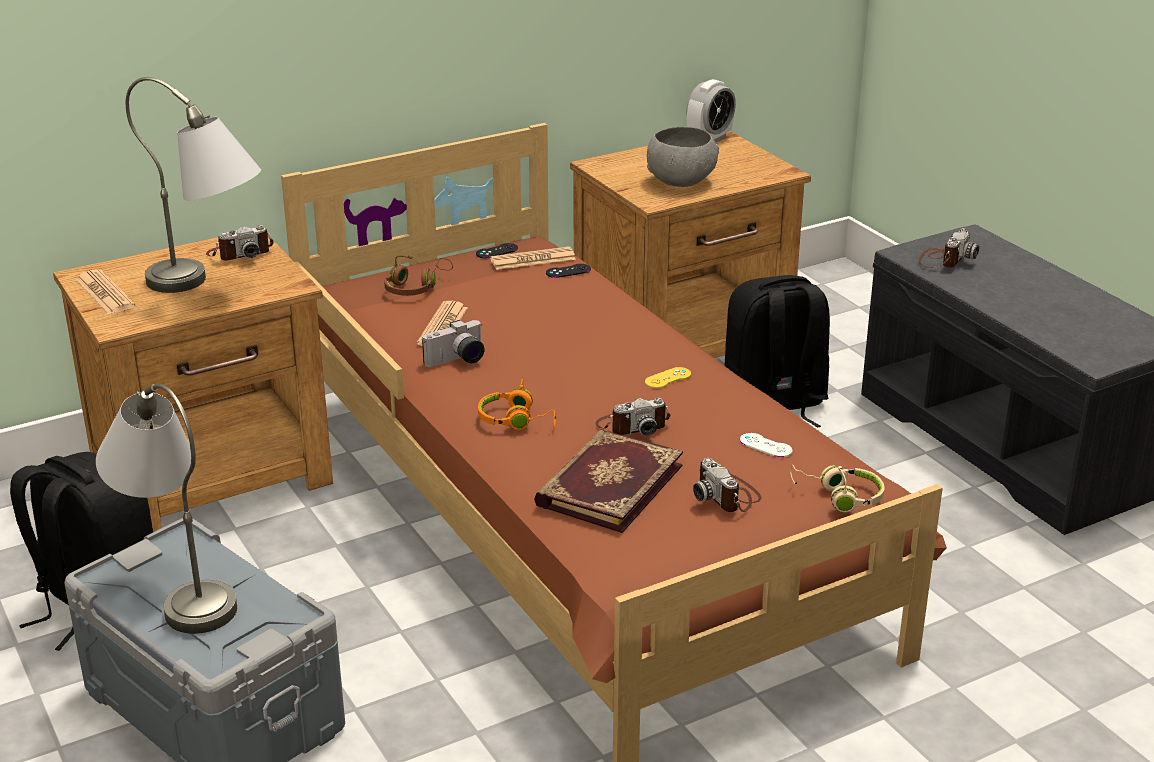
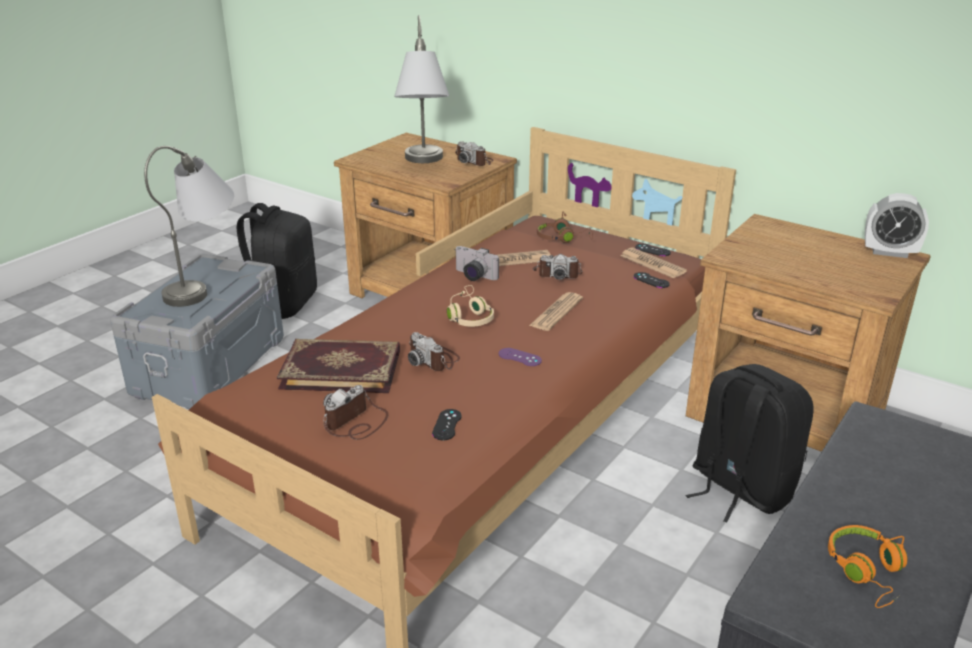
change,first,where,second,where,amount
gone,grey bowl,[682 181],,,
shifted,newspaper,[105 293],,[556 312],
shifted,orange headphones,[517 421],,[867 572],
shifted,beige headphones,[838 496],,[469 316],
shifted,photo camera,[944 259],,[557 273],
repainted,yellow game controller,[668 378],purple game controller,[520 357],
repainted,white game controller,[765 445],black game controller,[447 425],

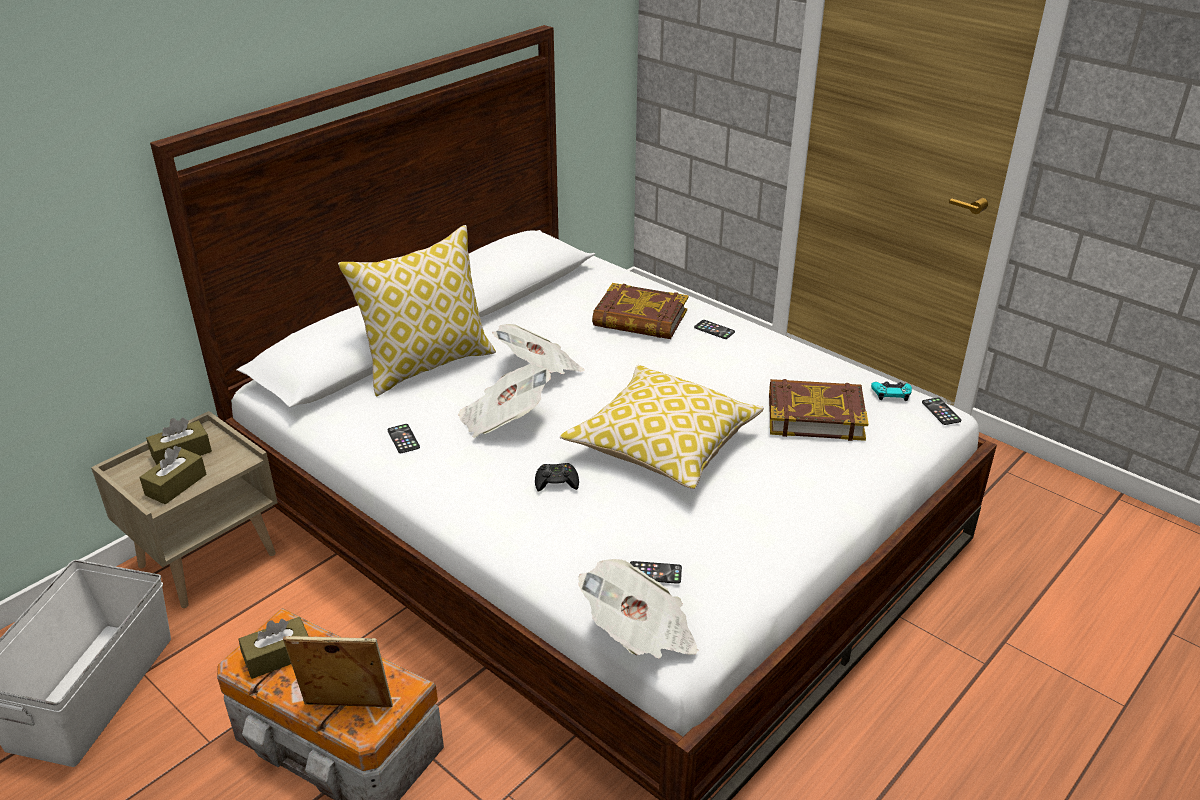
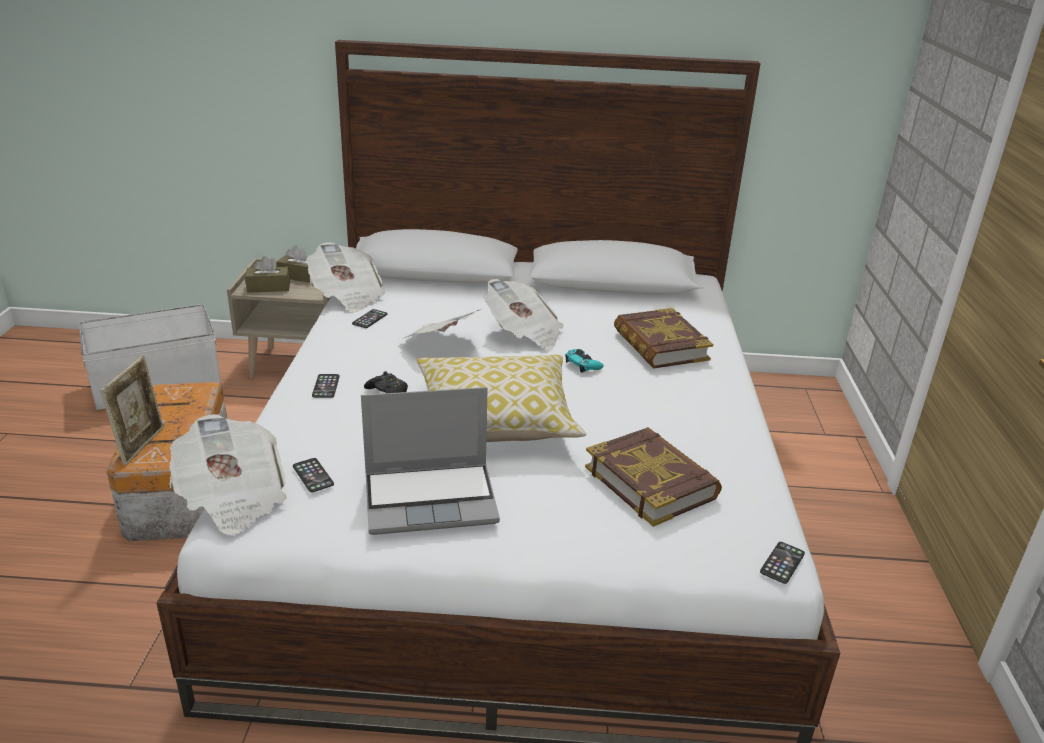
change,first,where,second,where,amount
gone,brown tissue box,[278 656],,,
gone,pillow,[427 364],,,
new,,,newspaper,[347 296],
new,,,laptop,[432 498],
shifted,phone,[714 330],,[326 386],
shifted,turquoise game controller,[891 393],,[582 364],
rotated,picture frame,[346 708],,[141 445],45 degrees clockwise

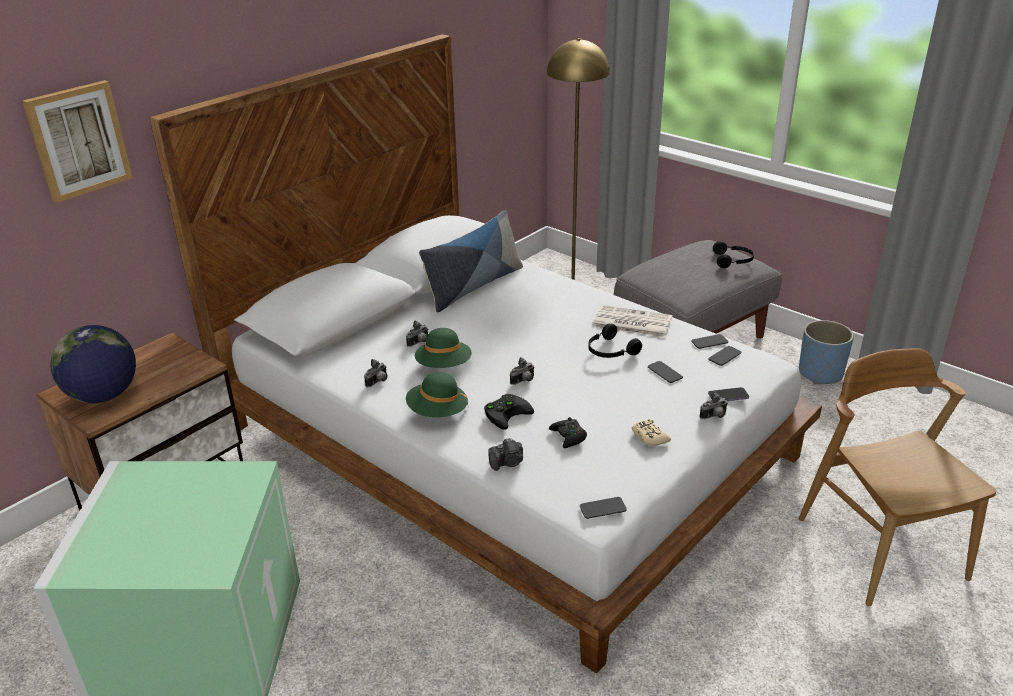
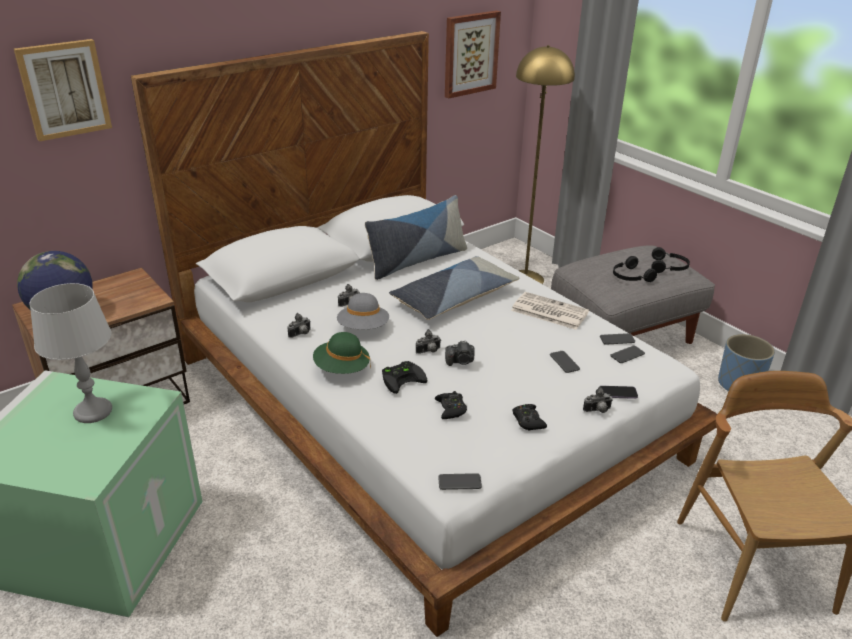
change,first,where,second,where,amount
new,,,grey table lamp,[93 412],
new,,,pillow,[454 298],
new,,,picture,[470 53],
shifted,photo camera,[507 463],,[460 361],
shifted,black headphones,[610 351],,[630 277],
repainted,green hat,[444 366],grey hat,[363 328],
repainted,beige game controller,[649 437],black game controller,[528 421],

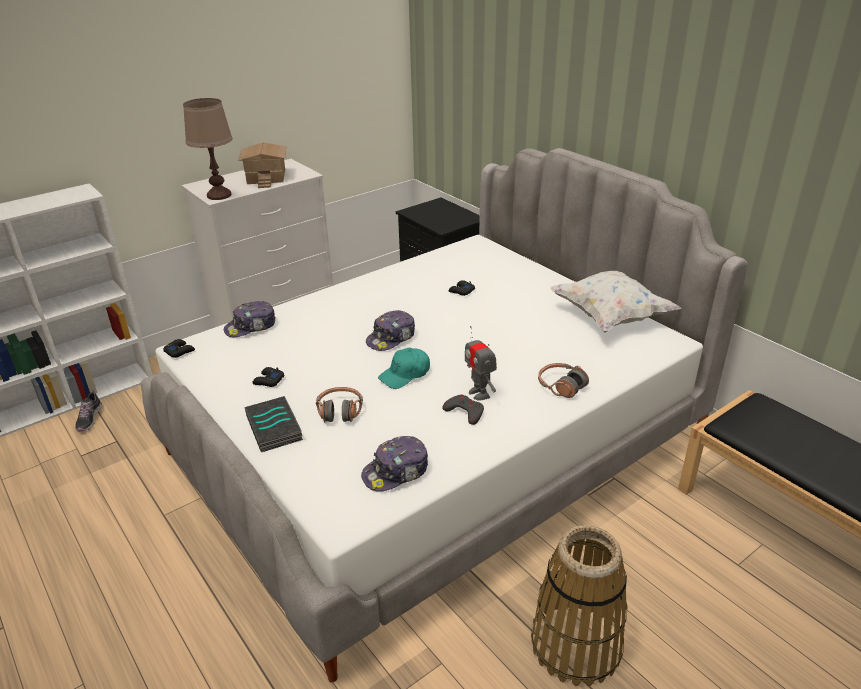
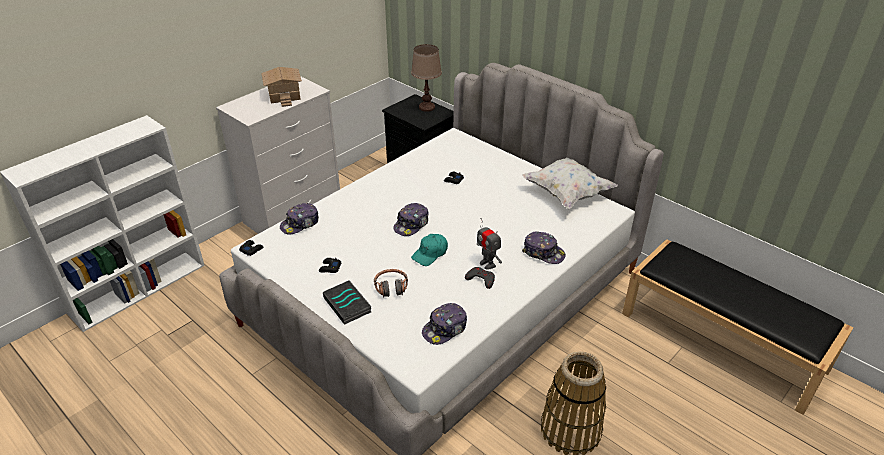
change,first,where,second,where,amount
gone,shoe,[89 419],,,
shifted,brown table lamp,[219 195],,[426 107],
swapped,headphones,[561 386],cap,[543 253],

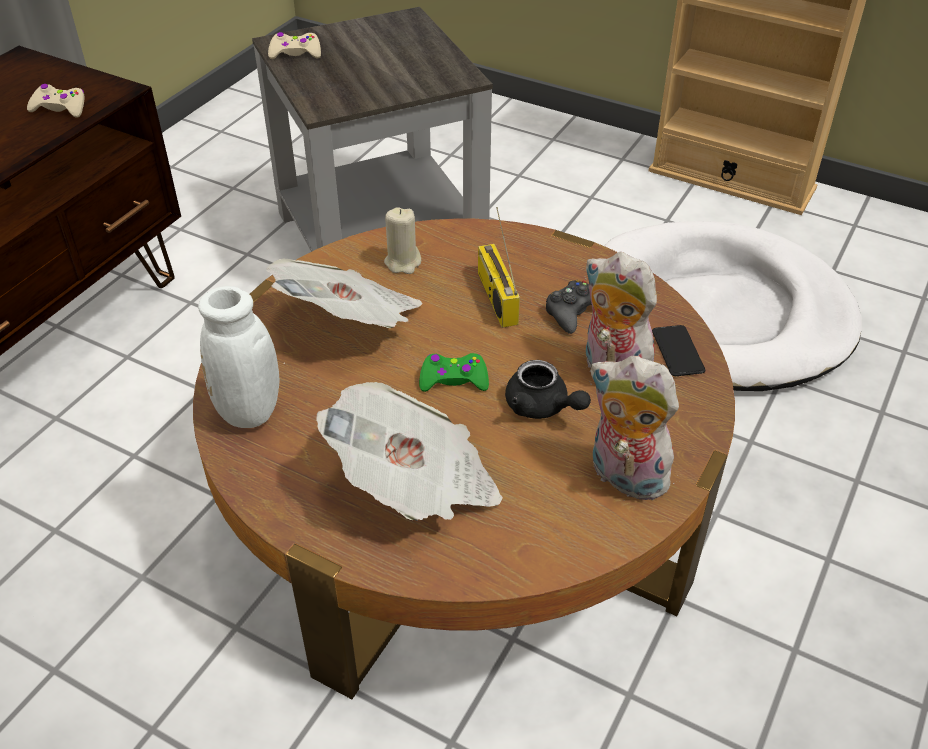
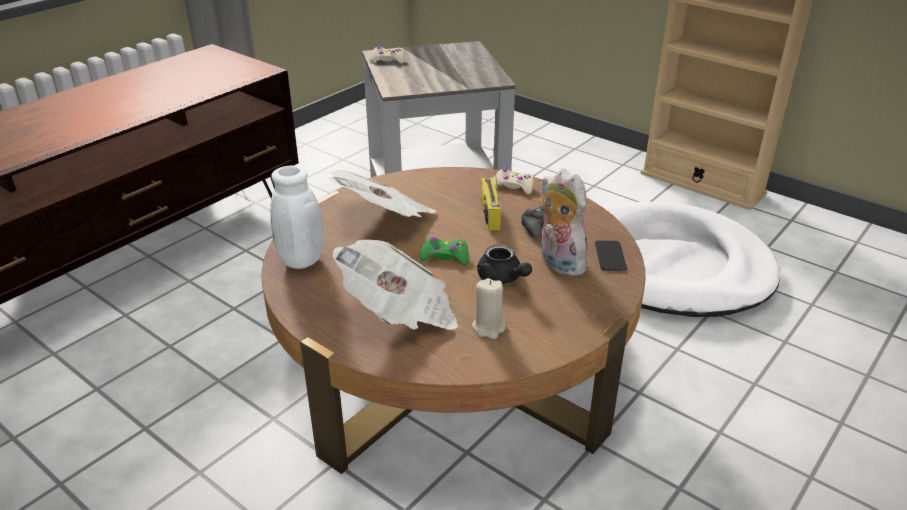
change,first,where,second,where,amount
gone,plush toy,[623 477],,,
shifted,beige game controller,[60 108],,[513 186],
shifted,beige candle,[403 262],,[489 327],

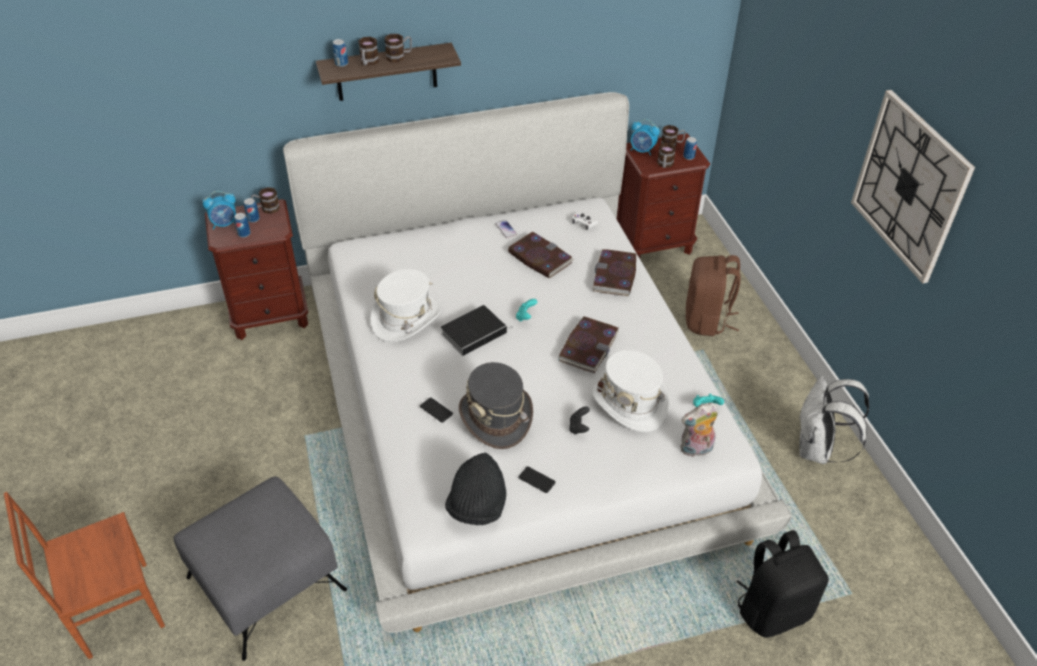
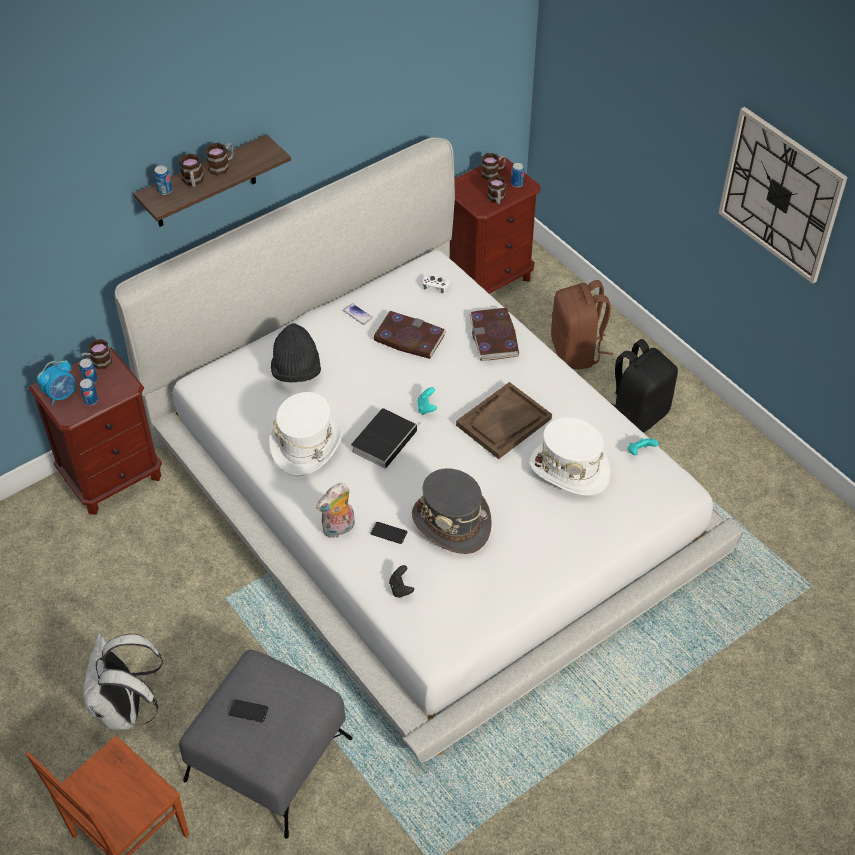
change,first,where,second,where,amount
gone,alarm clock,[642 151],,,
shifted,black hat,[477 506],,[296 371],
shifted,phone,[536 480],,[248 711],
shifted,black game controller,[579 427],,[401 588],
shifted,plush toy,[696 450],,[339 529],
shifted,black backpack,[773 609],,[637 414],
shifted,white backpack,[817 450],,[126 710],
swapped,book,[588 346],brown tray,[503 422],

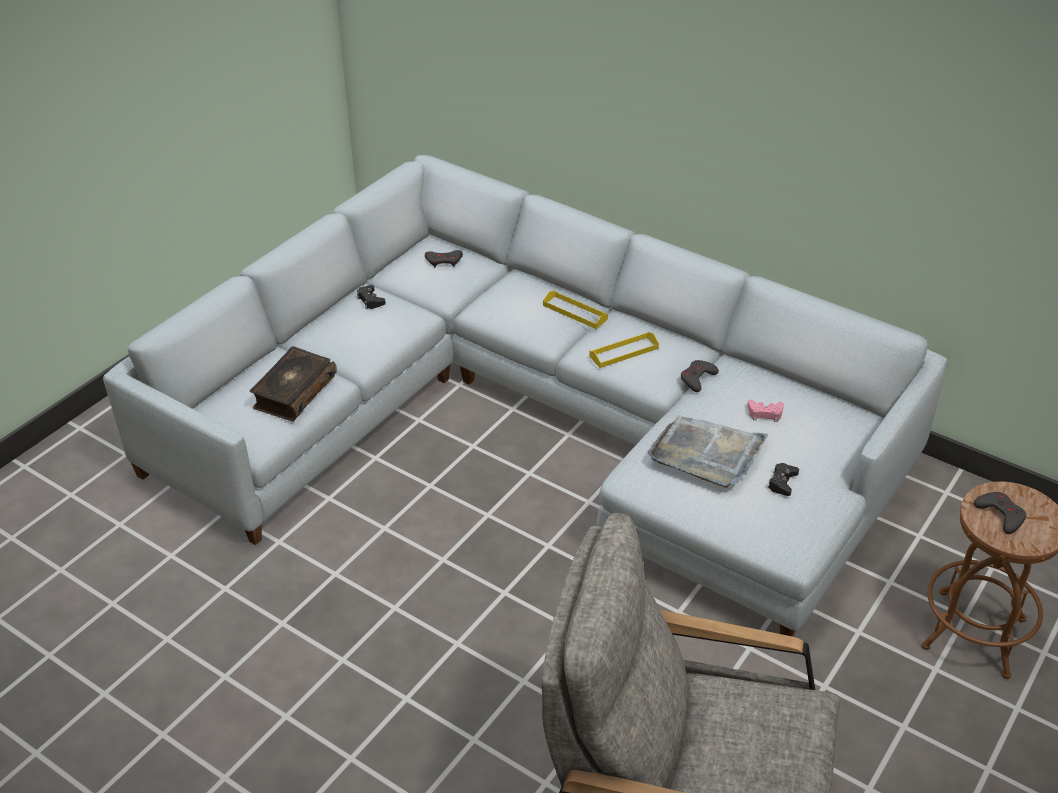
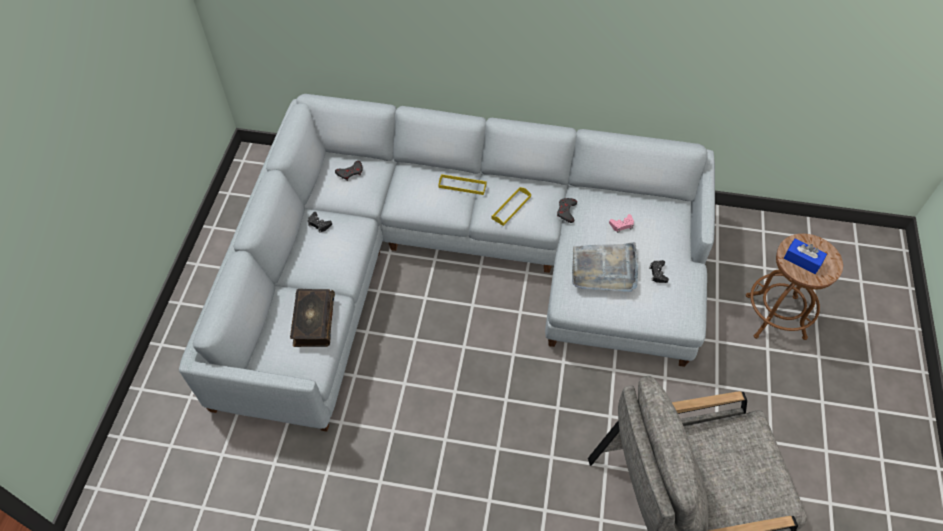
change,first,where,second,where,amount
swapped,grey game controller,[1000 515],blue tissue box,[802 260],

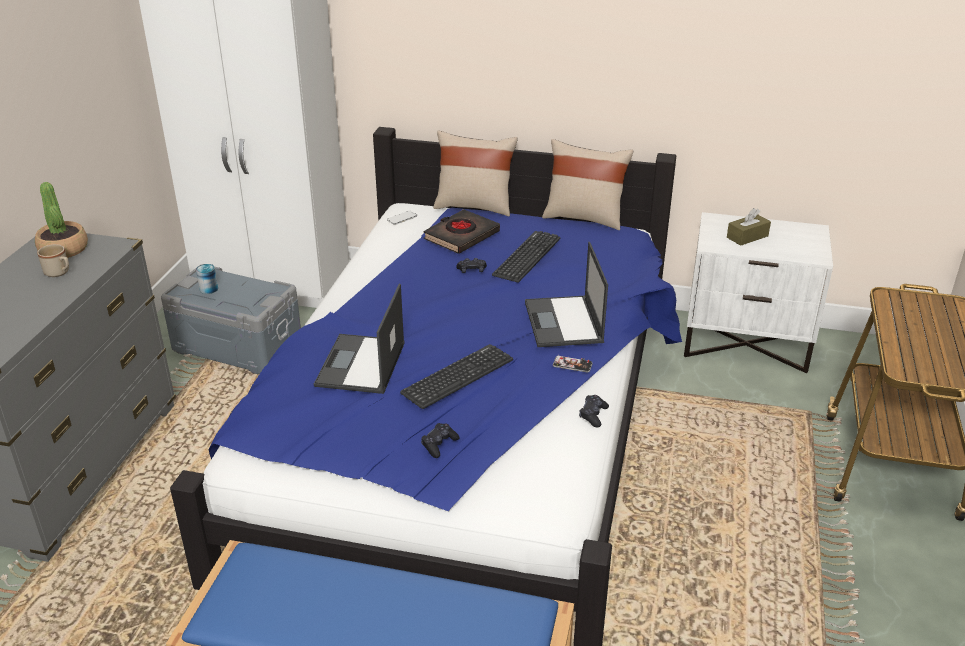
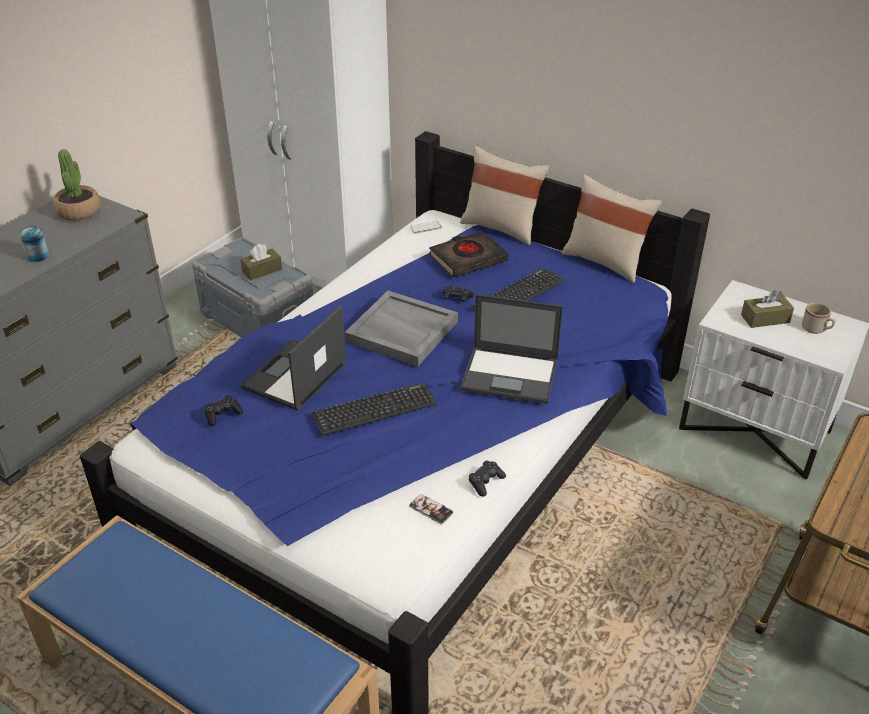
change,first,where,second,where,amount
new,,,brown tissue box,[262 270],
new,,,grey tray,[401 331],
shifted,beige mug,[59 273],,[816 330],
shifted,can,[209 289],,[38 256],
shifted,black game controller,[439 444],,[223 415],
shifted,phone,[572 365],,[431 509],
rotated,laptop,[564 323],,[511 375],90 degrees counterclockwise

